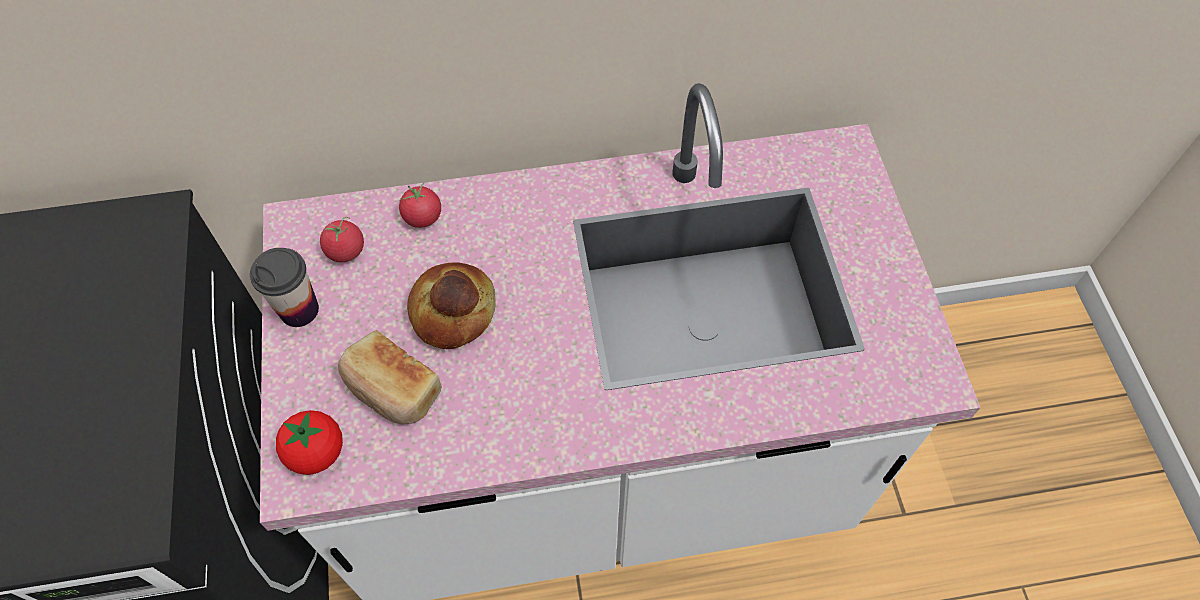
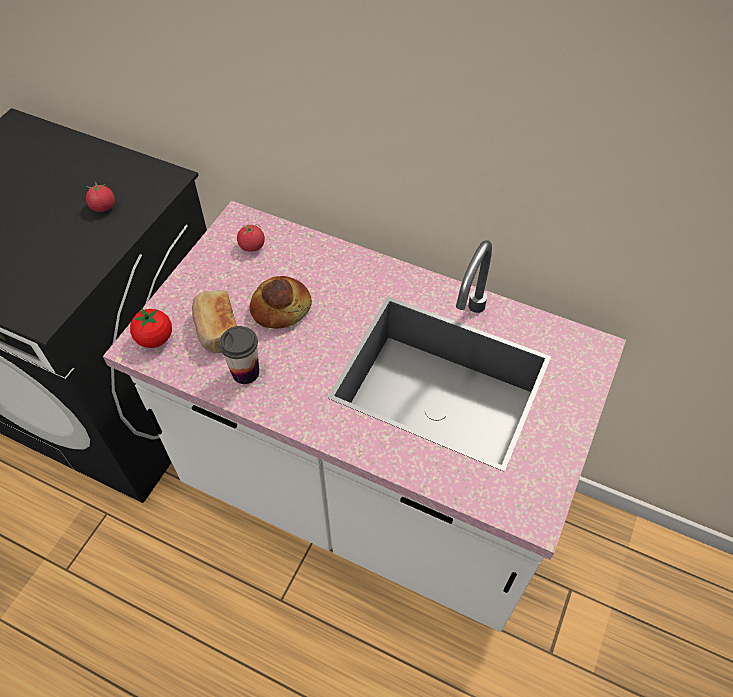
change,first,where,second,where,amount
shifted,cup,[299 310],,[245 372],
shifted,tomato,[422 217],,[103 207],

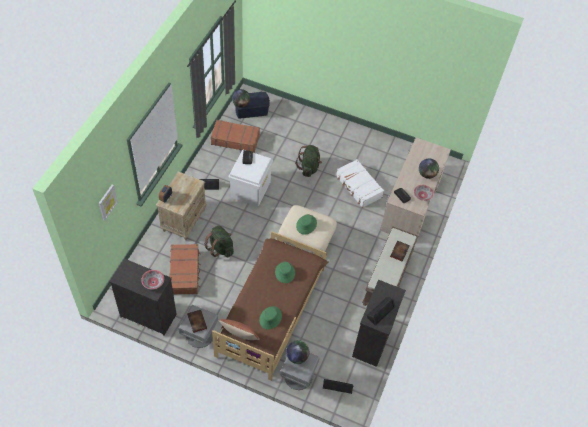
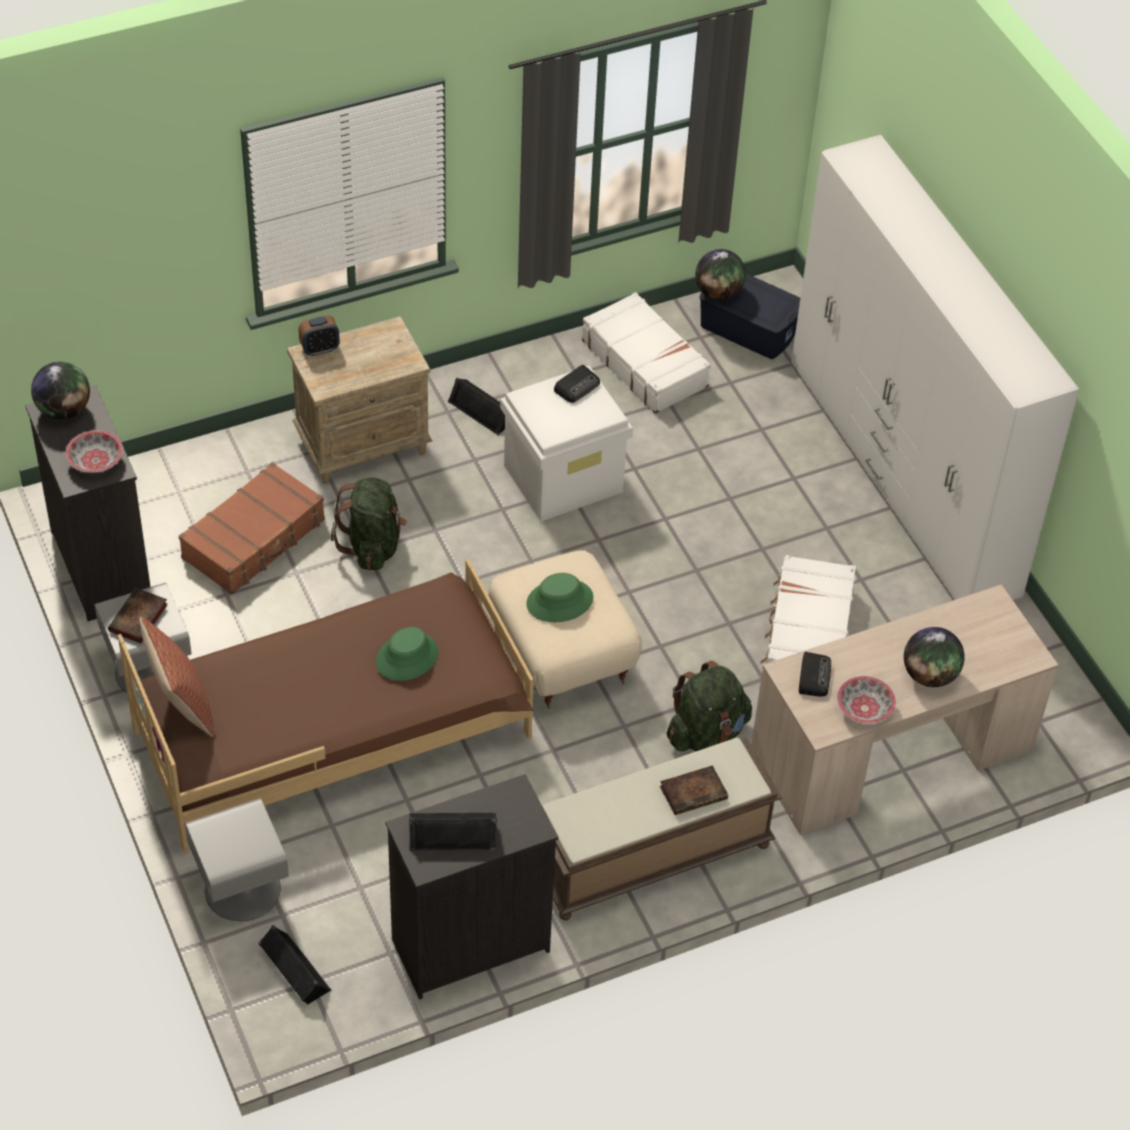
change,first,where,second,where,amount
gone,picture,[107 202],,,
gone,green hat,[270 318],,,
new,,,white wardrobe,[902 475],
shifted,globe,[297 356],,[64 410],
shifted,green backpack,[309 168],,[707 733],
repainted,brown suitcase,[235 139],white suitcase,[645 363],

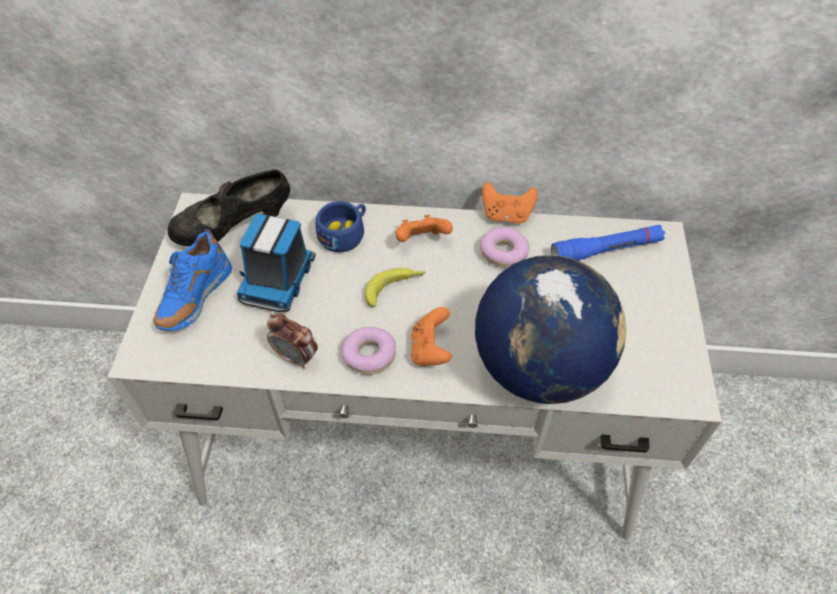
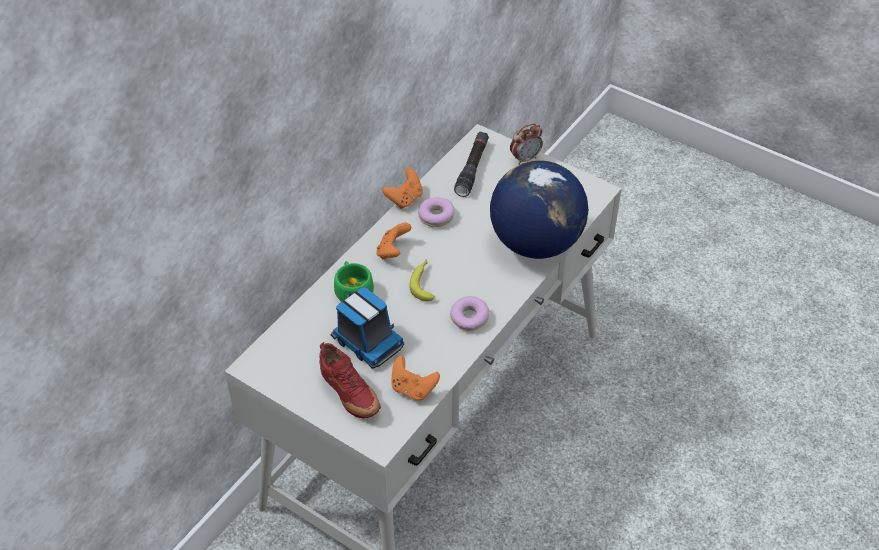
change,first,where,second,where,amount
gone,black shoe,[234 228],,,
shifted,alarm clock,[296 357],,[525 158],
shifted,orange game controller,[430 350],,[413 389],
repainted,blue shoe,[195 300],red shoe,[349 395],
repainted,blue cup,[345 234],green cup,[353 289],
repainted,blue flashlight,[606 250],black flashlight,[472 168],

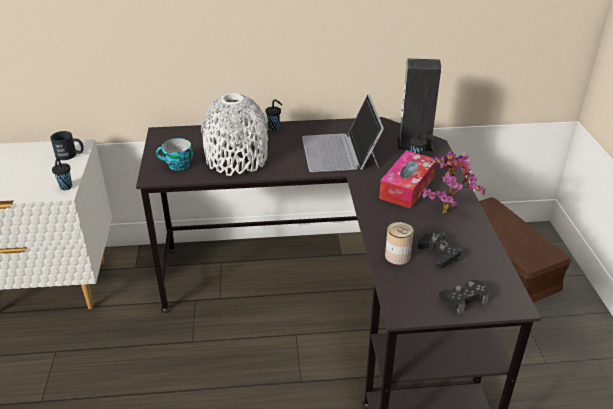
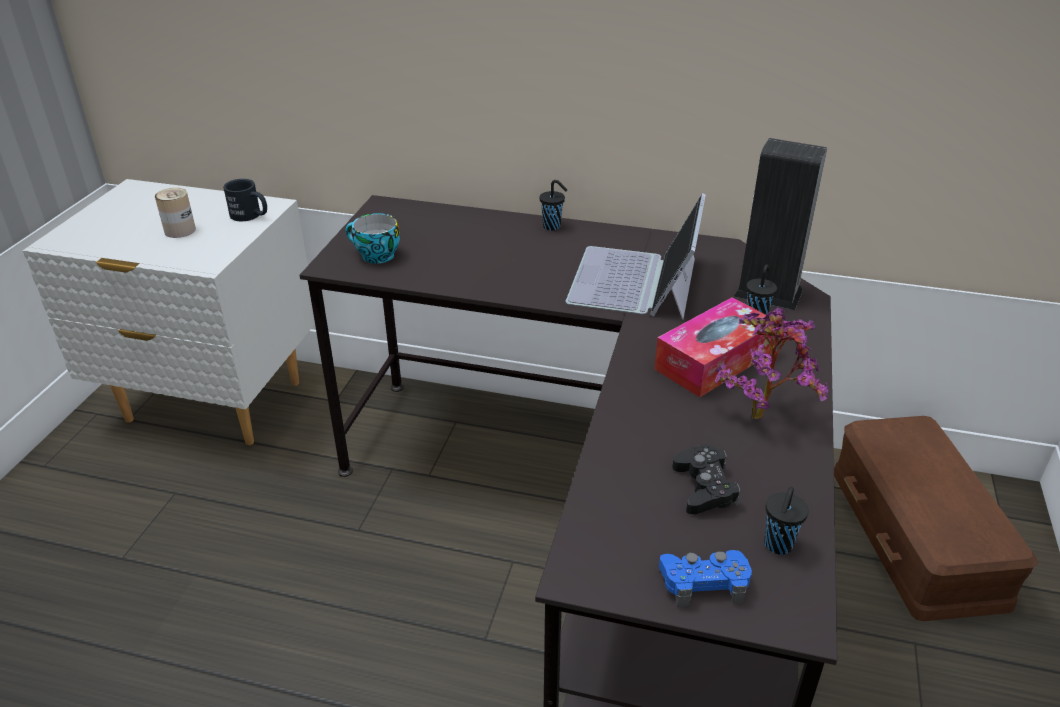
change,first,where,second,where,amount
gone,white vase,[237 159],,,
shifted,black cup,[65 187],,[777 546],
shifted,can,[397 256],,[180 230],
repainted,black game controller,[464 299],blue game controller,[704 582],

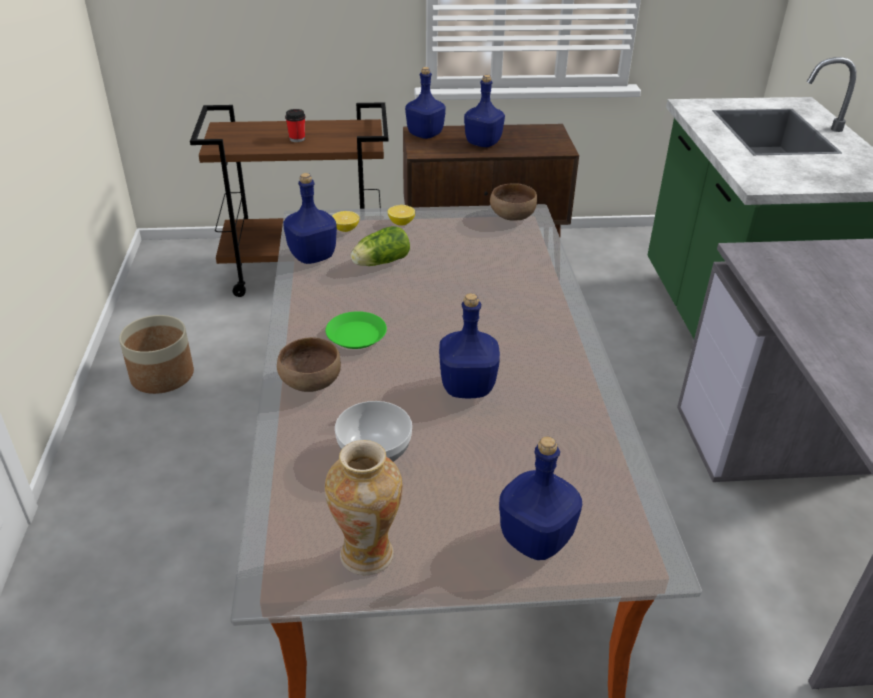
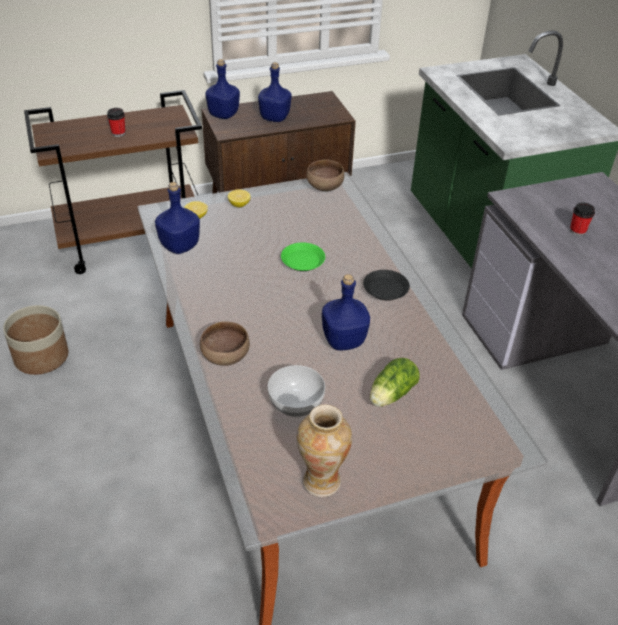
change,first,where,second,where,amount
gone,blue bottle,[536 538],,,
new,,,black plate,[385 289],
new,,,cup,[577 231],
shifted,green plate,[356 335],,[303 260],
shifted,lettuce,[379 262],,[390 395],

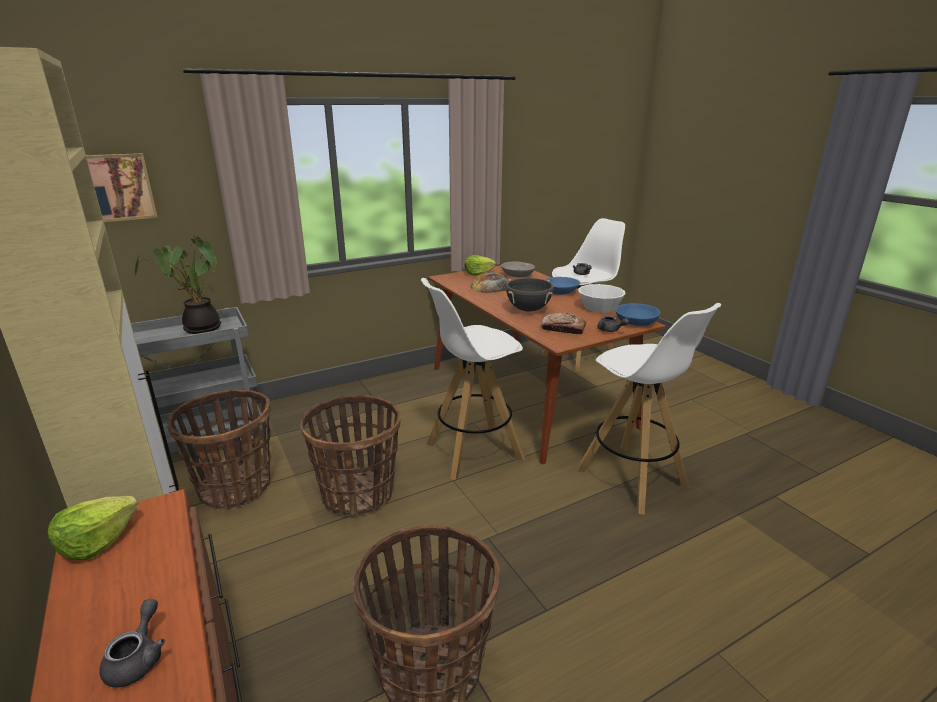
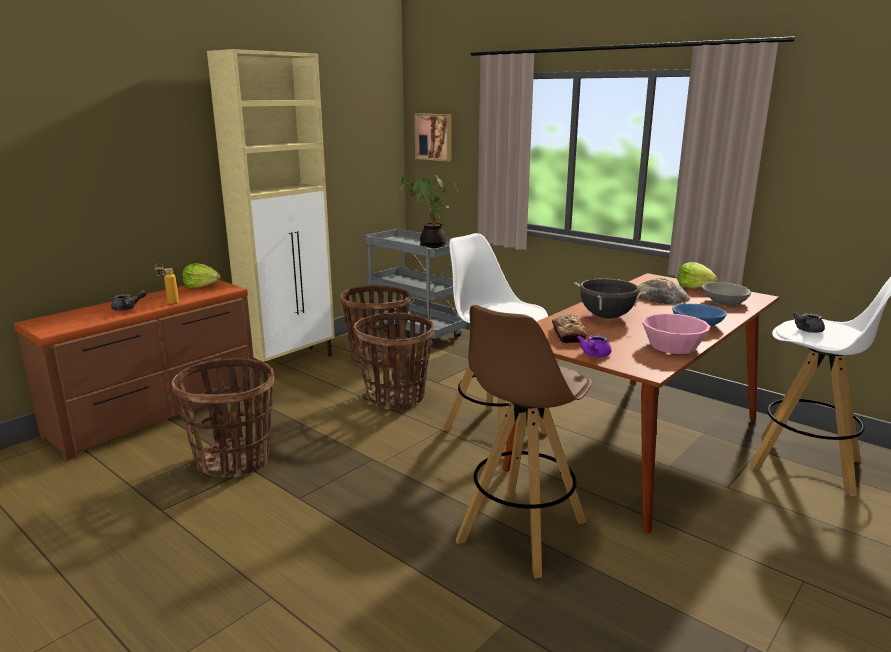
change,first,where,second,where,amount
gone,blue bowl,[636 322],,,
new,,,bottle,[169 304],
repainted,white stool,[632 478],brown stool,[521 532],
repainted,white bowl,[600 307],pink bowl,[672 346],
repainted,grey teapot,[610 330],purple teapot,[594 355],

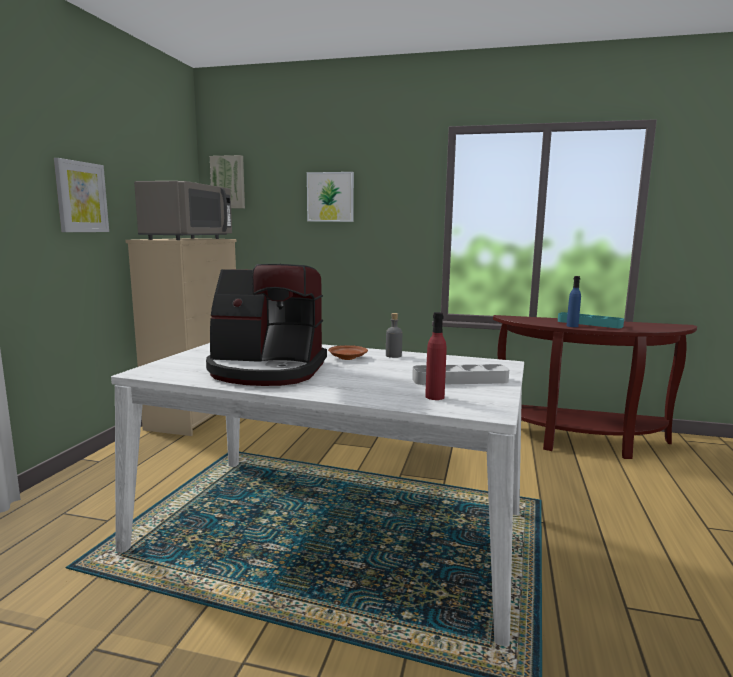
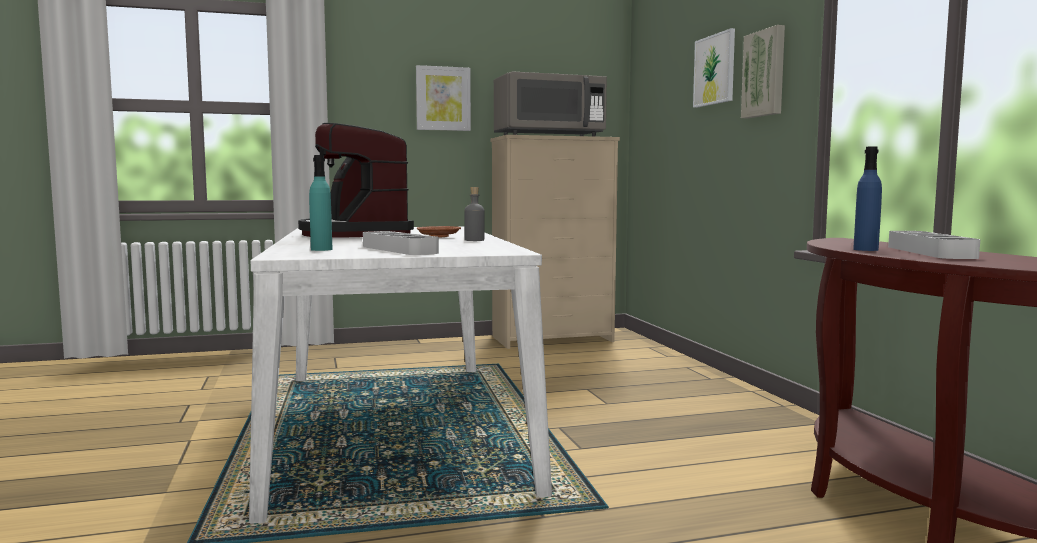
change,first,where,second,where,amount
shifted,picture,[228 182],,[765 73],
repainted,red bottle,[434 397],turquoise bottle,[321 249],
repainted,turquoise tray,[589 324],grey tray,[929 252],

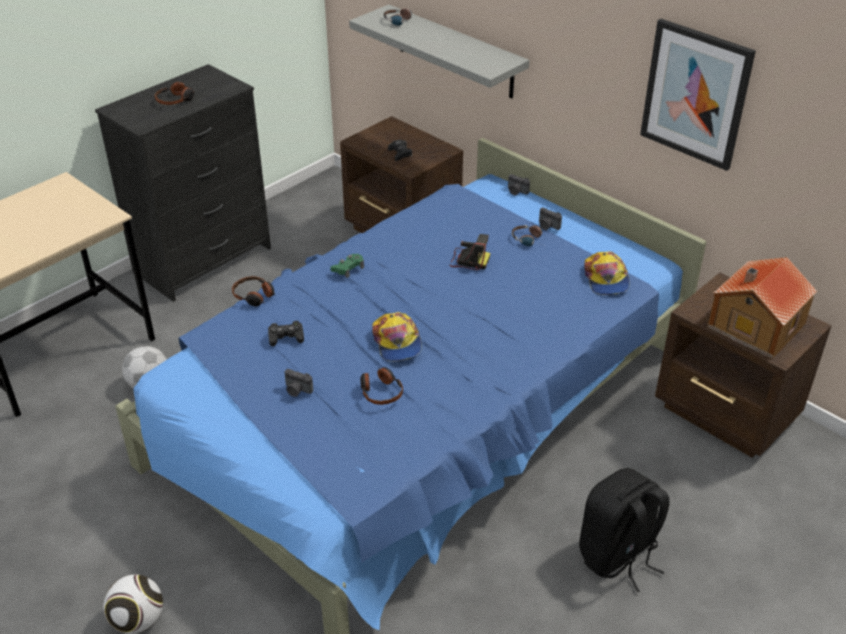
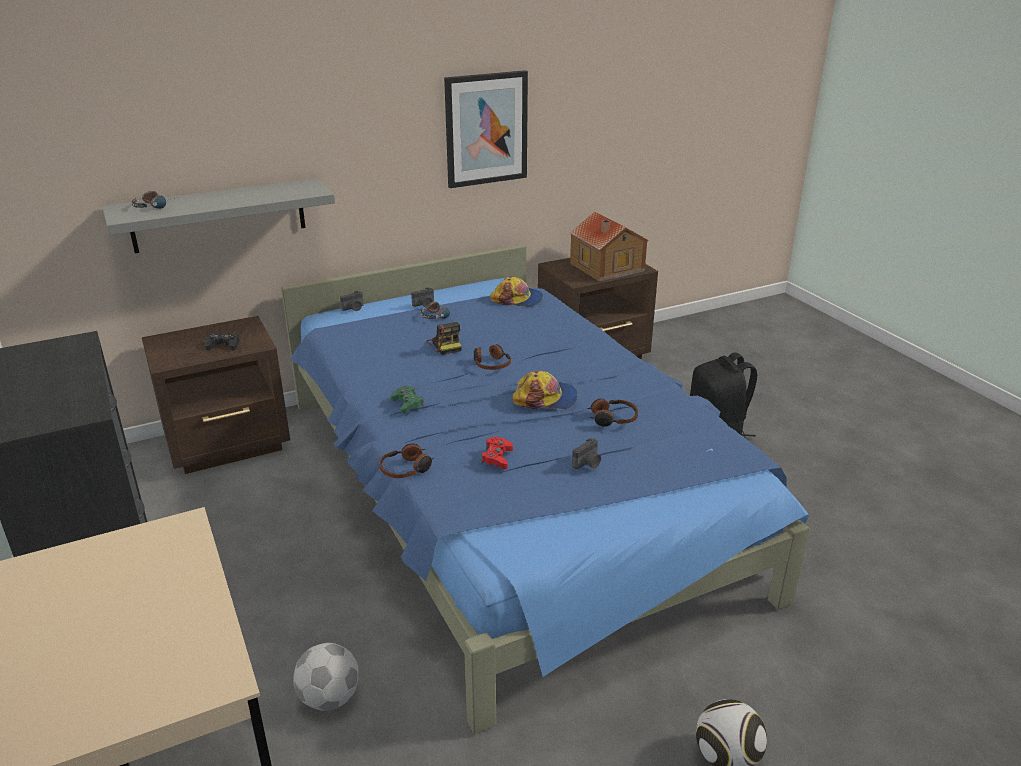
change,first,where,second,where,amount
shifted,headphones,[176 100],,[491 364],
repainted,black game controller,[286 337],red game controller,[497 457],
rotated,photo camera,[468 260],,[445 345],120 degrees clockwise

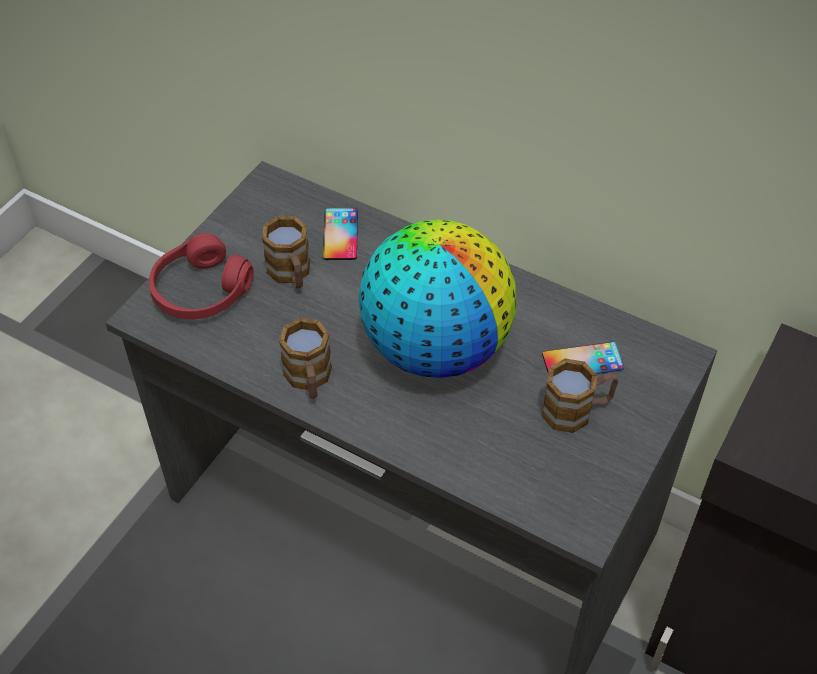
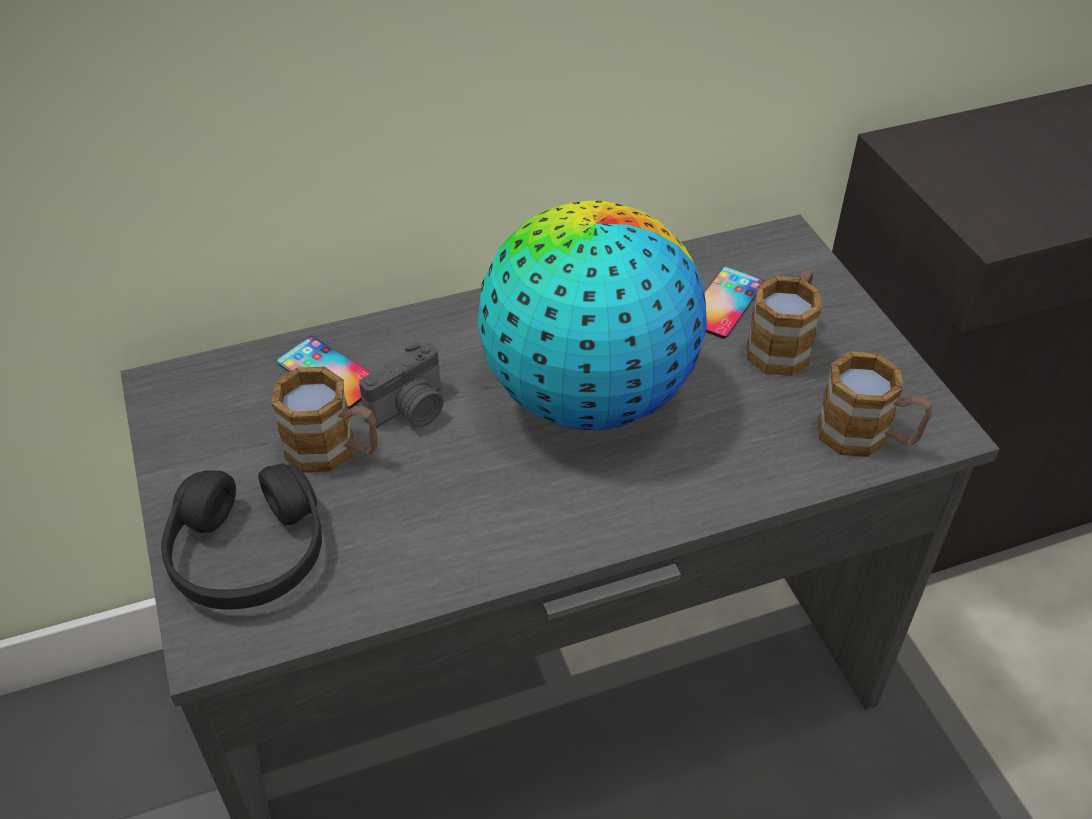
change,first,where,second,where,amount
new,,,photo camera,[411 410],
shifted,mug,[309 379],,[866 437],
repainted,red headphones,[200 290],black headphones,[248 554],

